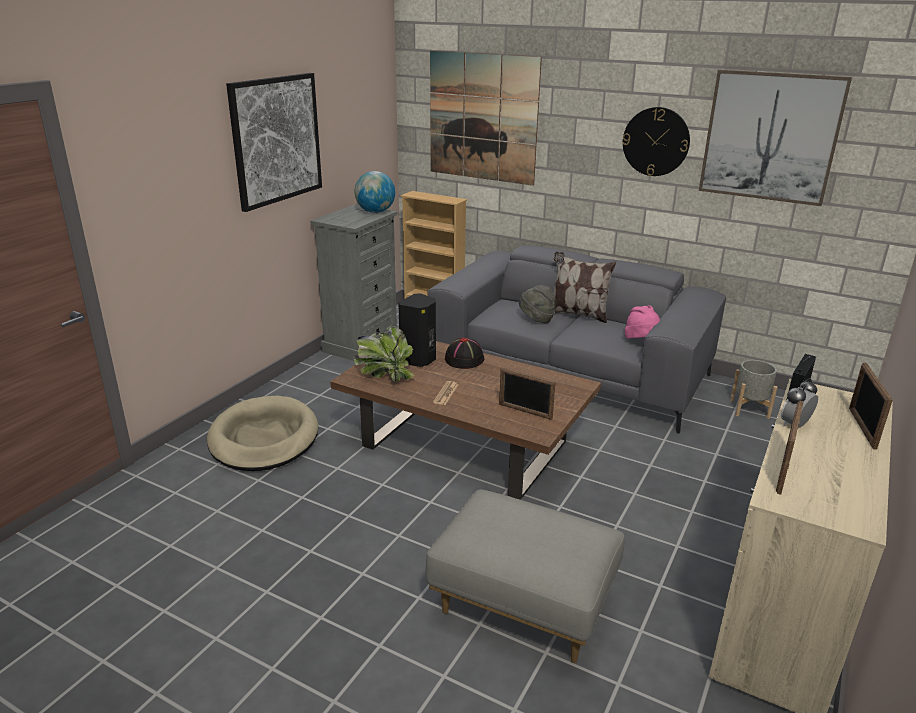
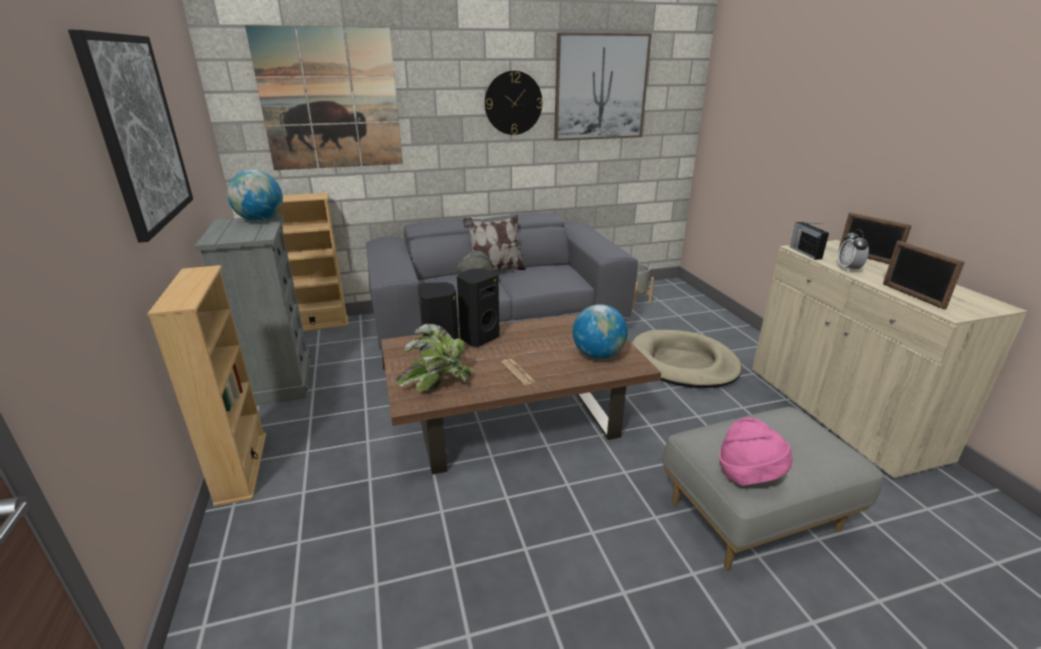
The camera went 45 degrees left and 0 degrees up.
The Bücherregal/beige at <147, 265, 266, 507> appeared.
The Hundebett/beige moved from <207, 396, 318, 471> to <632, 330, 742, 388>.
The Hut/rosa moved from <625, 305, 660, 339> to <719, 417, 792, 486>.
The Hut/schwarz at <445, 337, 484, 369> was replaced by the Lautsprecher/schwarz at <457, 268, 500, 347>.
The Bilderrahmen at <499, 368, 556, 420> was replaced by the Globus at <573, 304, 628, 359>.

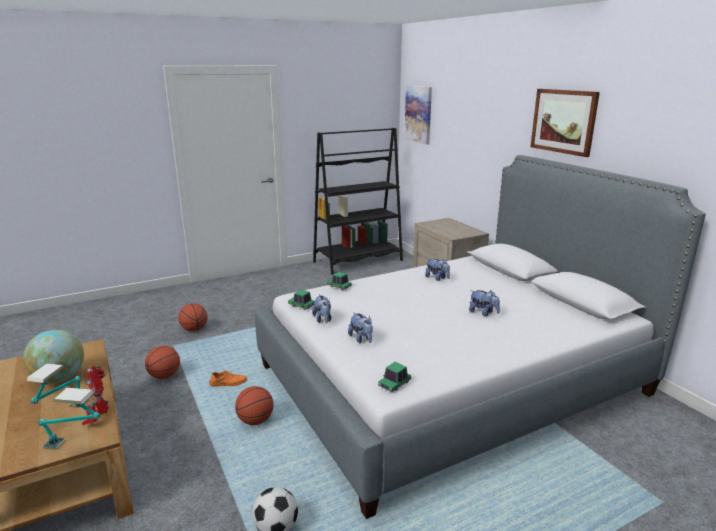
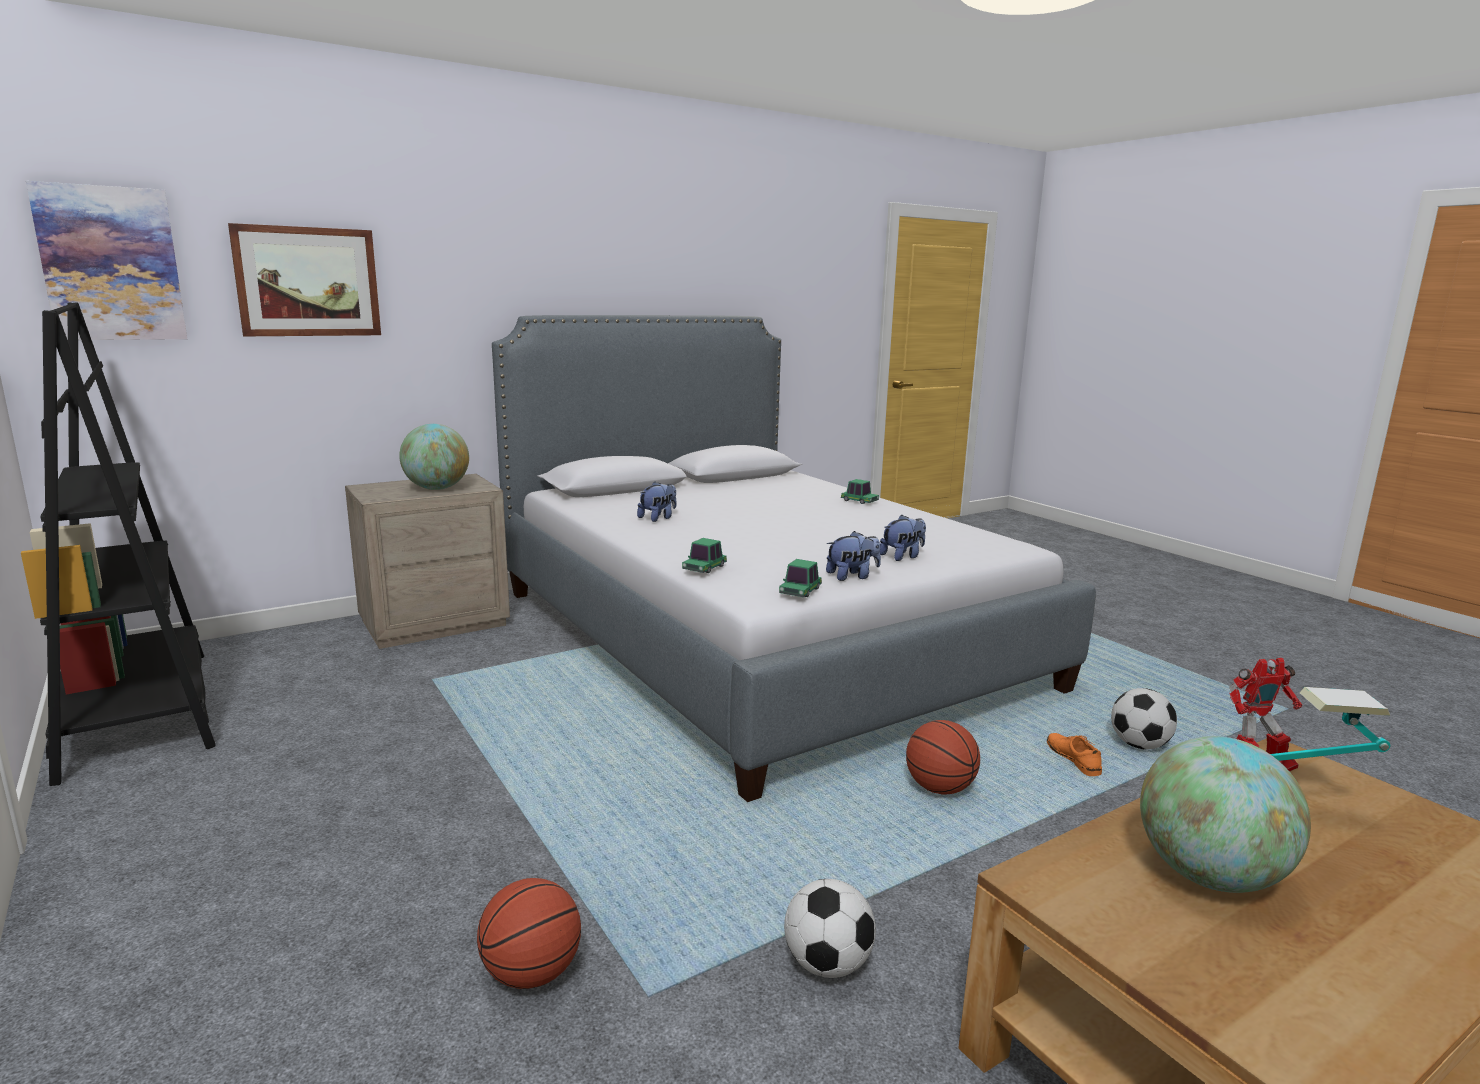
The camera went 95 degrees left and 5 degrees down.
The Tischlampe at <38, 388, 101, 450> disappeared.
The Plüschtier at <469, 290, 500, 316> disappeared.
The Globus at <399, 424, 469, 490> appeared.
The Schuh/orange moved from <209, 370, 247, 387> to <1047, 733, 1102, 776>.
The Spielzeugauto moved from <378, 362, 411, 392> to <841, 479, 879, 504>.
The Bild moved from <530, 89, 600, 157> to <228, 223, 381, 336>.
The Basketball at <145, 346, 180, 379> was replaced by the Fußball at <784, 879, 876, 978>.

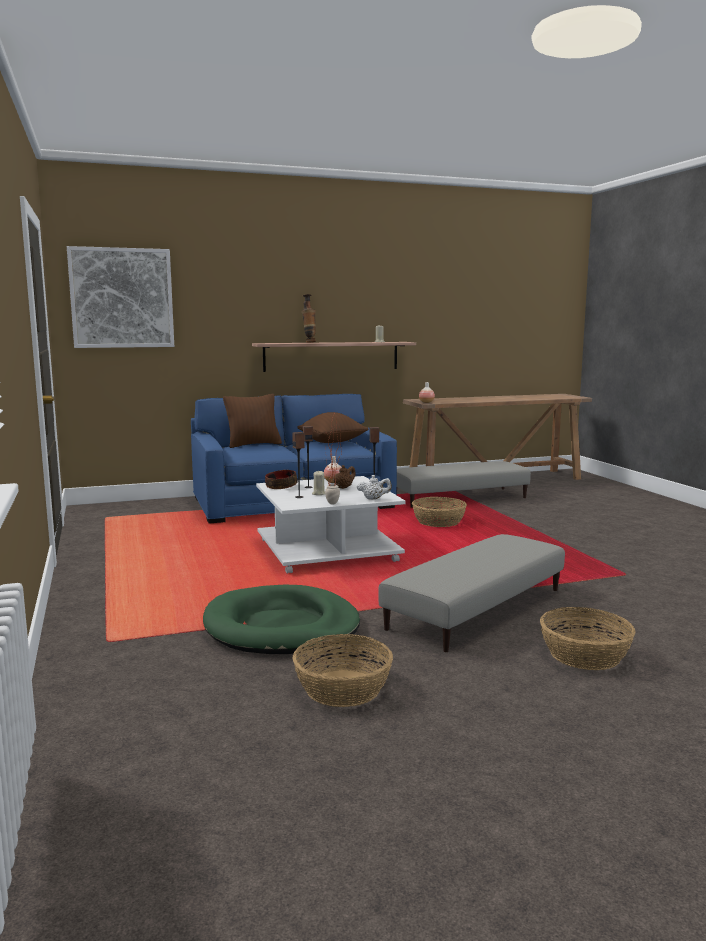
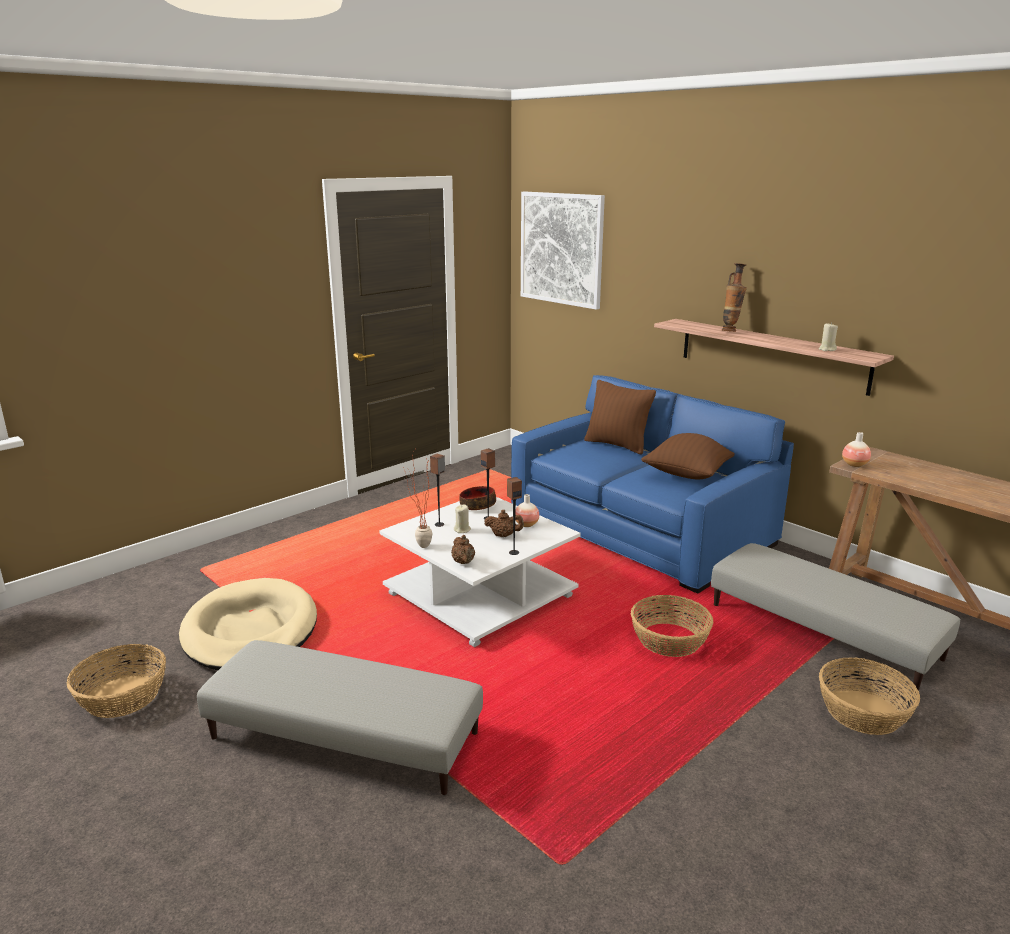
The camera went 65 degrees right and 10 degrees up.
The Korb moved from <540, 607, 635, 670> to <819, 657, 920, 735>.
The Hundebett/grün at <203, 585, 360, 654> became the Hundebett/beige at <179, 578, 317, 670>.
The Teekanne/weiß at <357, 475, 392, 500> became the Teekanne/braun at <451, 535, 475, 564>.

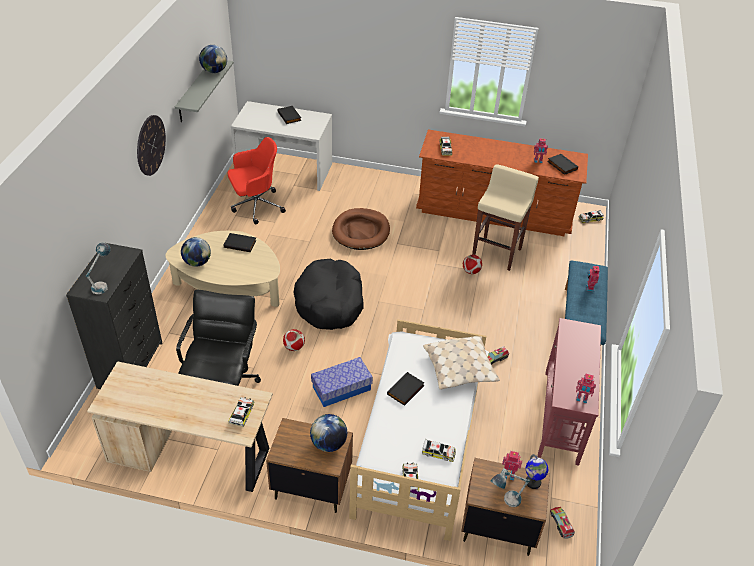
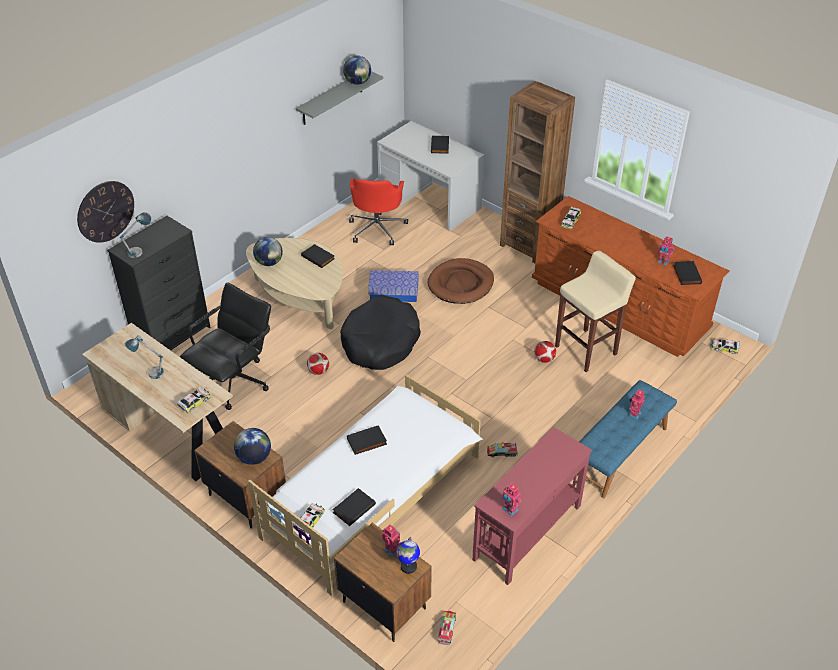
The camera went 30 degrees right and 0 degrees up.
The Kissen/beige at <423, 336, 500, 390> disappeared.
The Bücherregal/braun at <500, 81, 575, 263> appeared.
The Wanduhr moved from <137, 115, 166, 176> to <77, 181, 134, 243>.
The Aufbewahrungsbox moved from <311, 357, 373, 407> to <368, 270, 418, 302>.
The Tischlampe moved from <491, 468, 530, 507> to <125, 335, 164, 379>.
The Spielzeugauto at <422, 439, 456, 462> was replaced by the Buch/schwarz at <332, 488, 376, 526>.
The Bürostuhl/rot at <228, 137, 286, 224> turned 90 degrees clockwise.

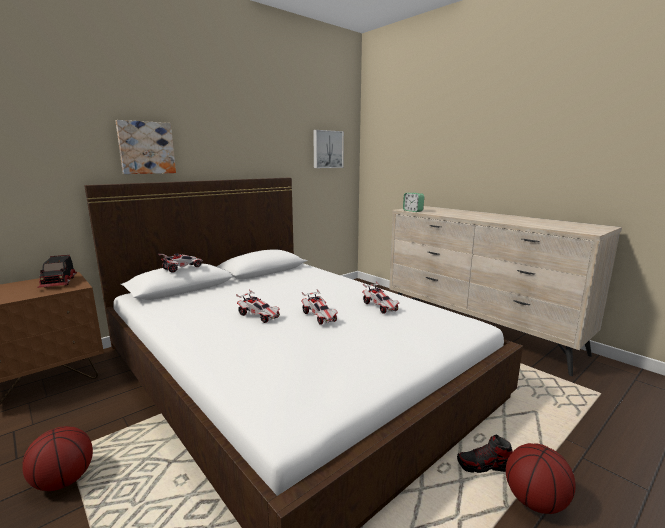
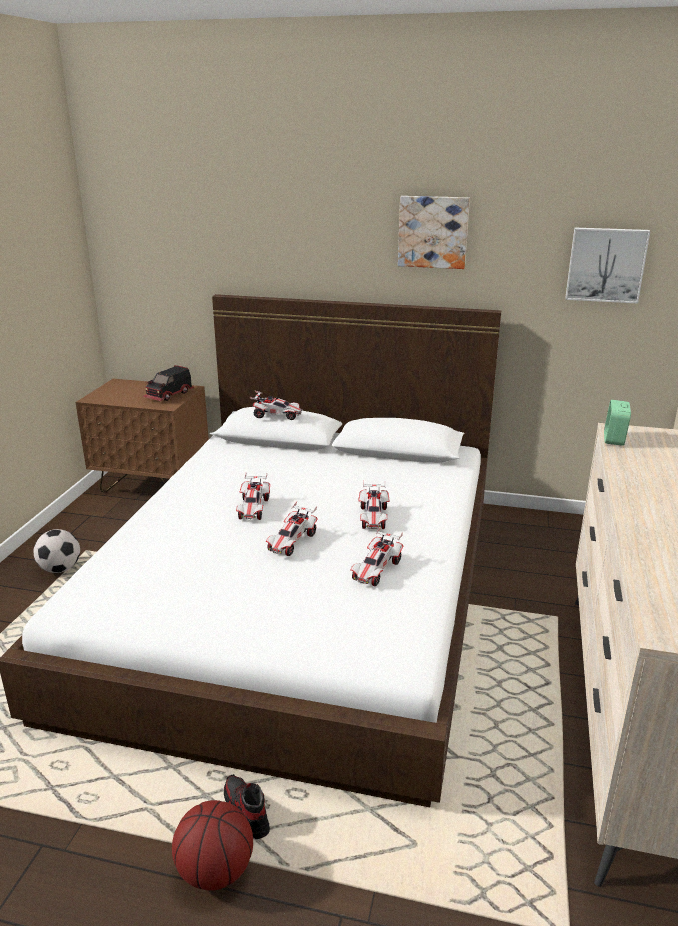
The camera went 55 degrees right and 10 degrees up.
The Spielzeugauto at <358, 480, 390, 529> appeared.
The Bild moved from <115, 120, 176, 174> to <398, 196, 470, 269>.
The Basketball at <22, 426, 93, 491> was replaced by the Fußball at <34, 529, 80, 573>.

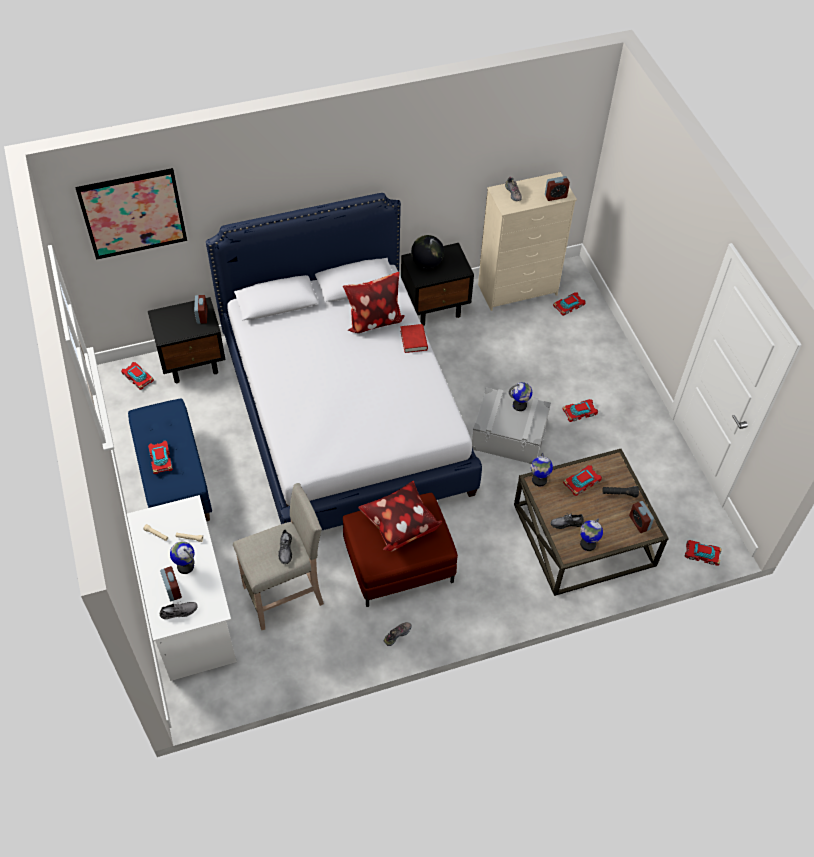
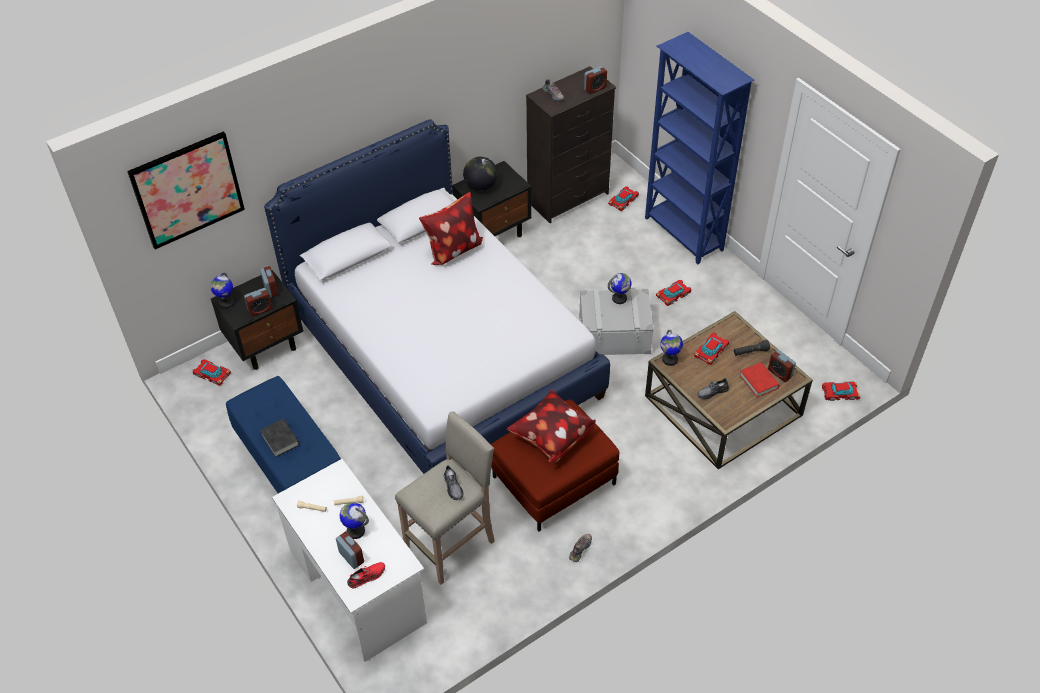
The camera went 15 degrees left and 5 degrees down.
The Wecker at <244, 288, 272, 317> appeared.
The Bücherregal/blau at <645, 32, 754, 265> appeared.
The Buch/rot moved from <400, 324, 428, 353> to <739, 362, 780, 398>.
The Globus moved from <580, 518, 603, 551> to <210, 273, 234, 308>.
The Spielzeugauto at <148, 441, 173, 474> was replaced by the Buch/schwarz at <260, 419, 299, 457>.
The Schuh/grau at <160, 602, 198, 619> became the Schuh/rot at <347, 562, 385, 588>.
The Kommode/beige at <478, 172, 577, 311> became the Kommode/schwarz at <526, 66, 616, 223>.

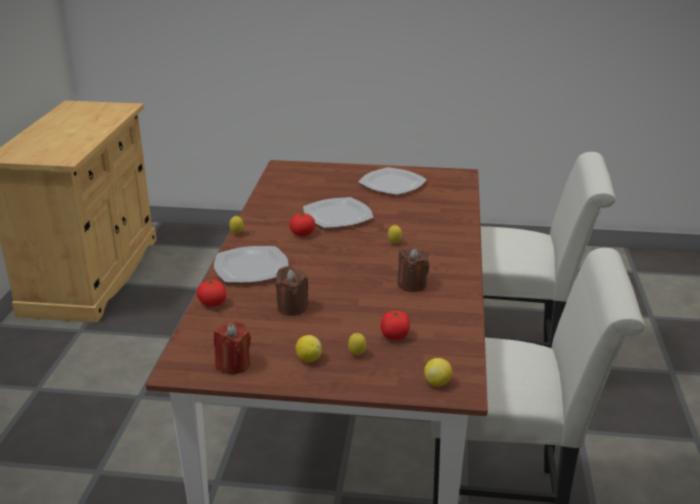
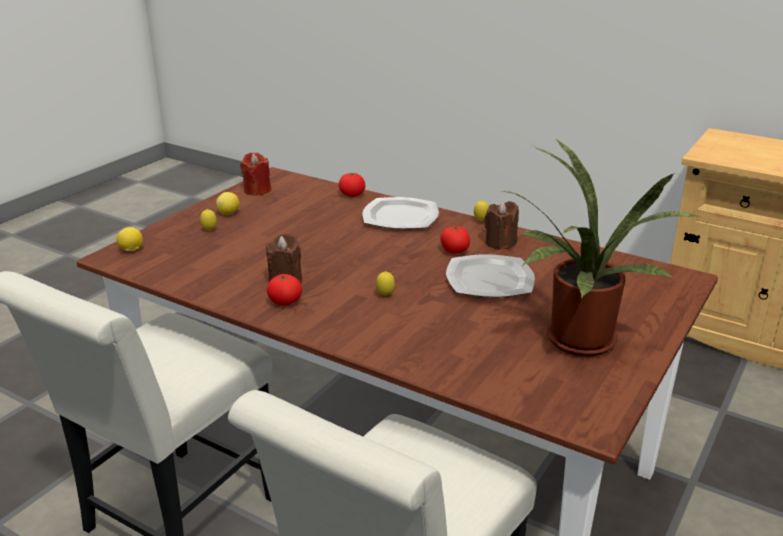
The camera went 115 degrees right and 0 degrees up.
The Kerze/braun moved from <276, 266, 309, 316> to <484, 201, 519, 250>.
The Tomate moved from <381, 310, 410, 340> to <267, 274, 302, 306>.
The Teller at <358, 167, 427, 195> was replaced by the Topfpflanze at <502, 140, 700, 357>.

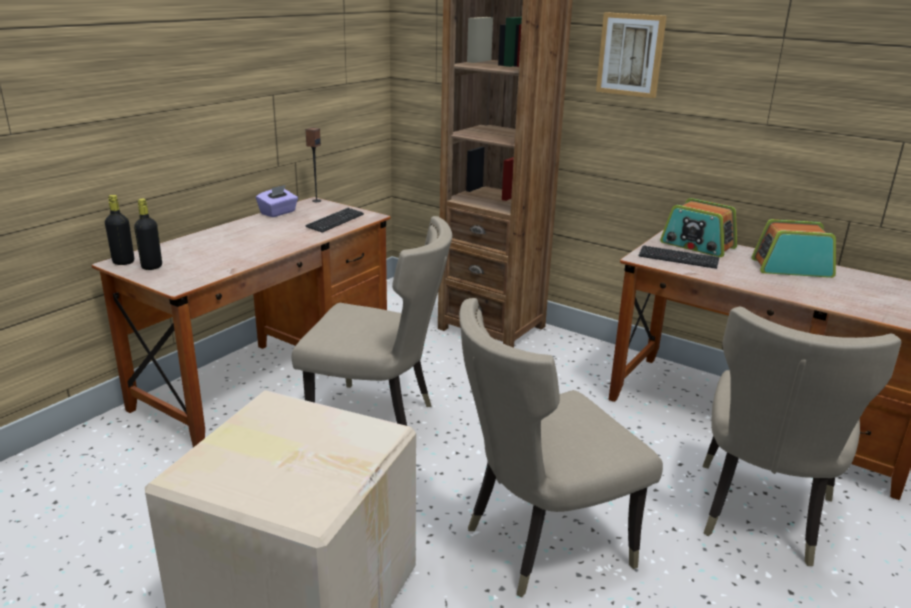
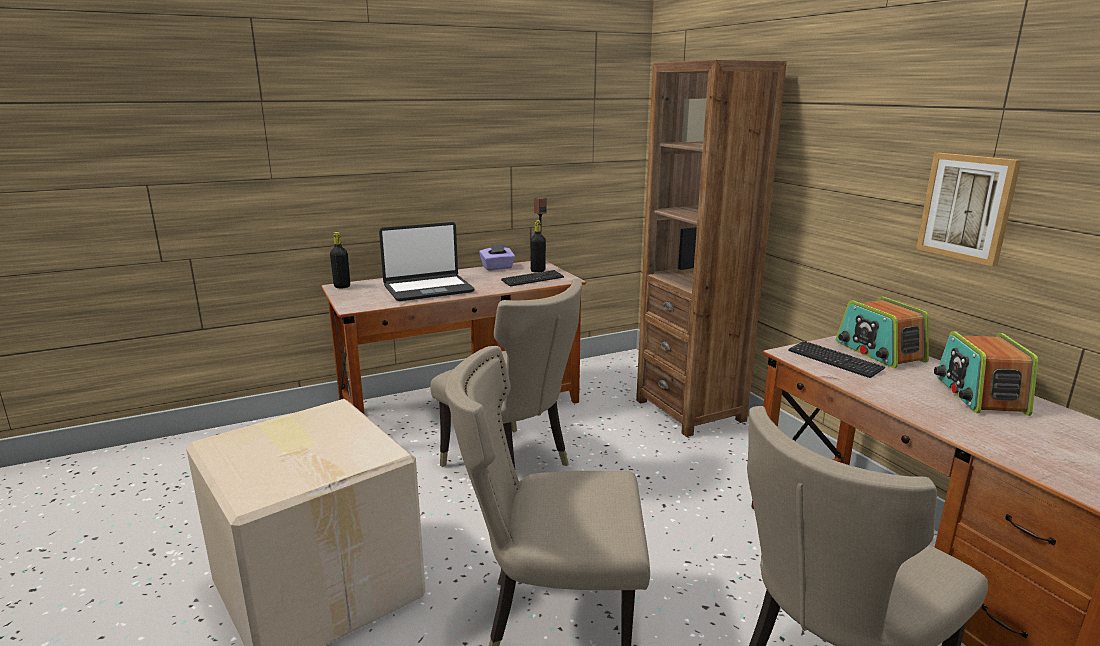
The camera went 30 degrees right and 5 degrees down.
The Laptop at <379, 222, 475, 301> appeared.
The Flasche/schwarz moved from <134, 199, 162, 270> to <530, 220, 546, 273>.
The Bild moved from <596, 12, 667, 98> to <916, 153, 1021, 266>.
The Radio at <751, 219, 836, 278> turned 120 degrees counterclockwise.

